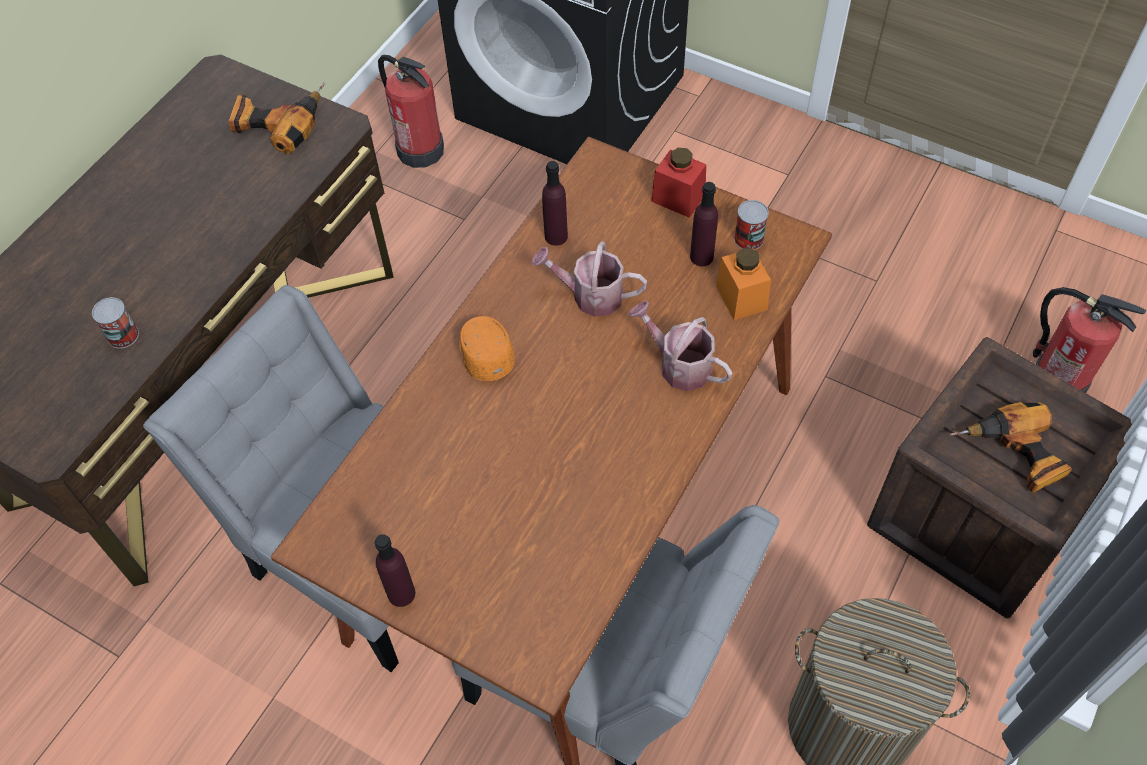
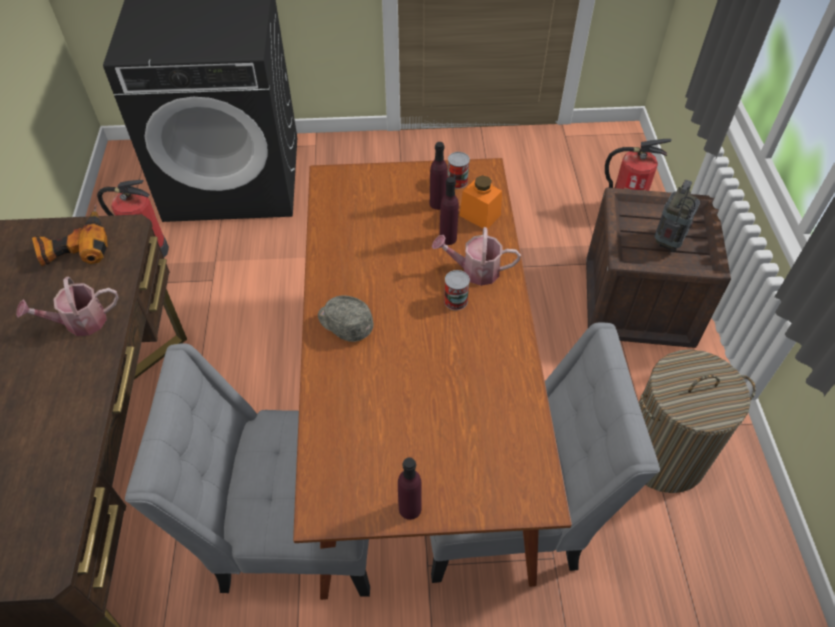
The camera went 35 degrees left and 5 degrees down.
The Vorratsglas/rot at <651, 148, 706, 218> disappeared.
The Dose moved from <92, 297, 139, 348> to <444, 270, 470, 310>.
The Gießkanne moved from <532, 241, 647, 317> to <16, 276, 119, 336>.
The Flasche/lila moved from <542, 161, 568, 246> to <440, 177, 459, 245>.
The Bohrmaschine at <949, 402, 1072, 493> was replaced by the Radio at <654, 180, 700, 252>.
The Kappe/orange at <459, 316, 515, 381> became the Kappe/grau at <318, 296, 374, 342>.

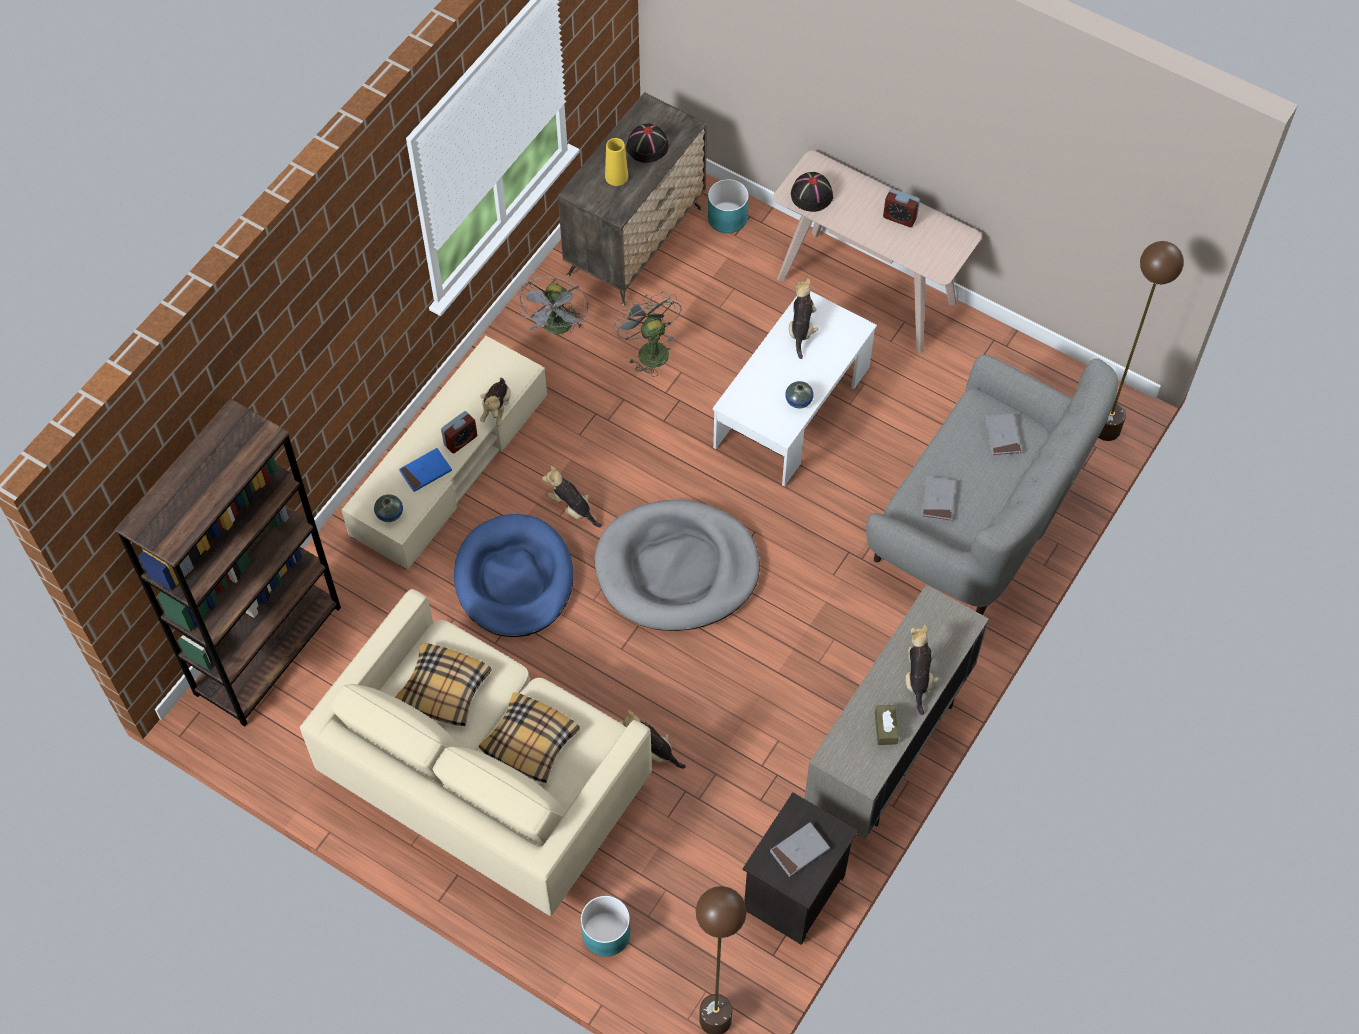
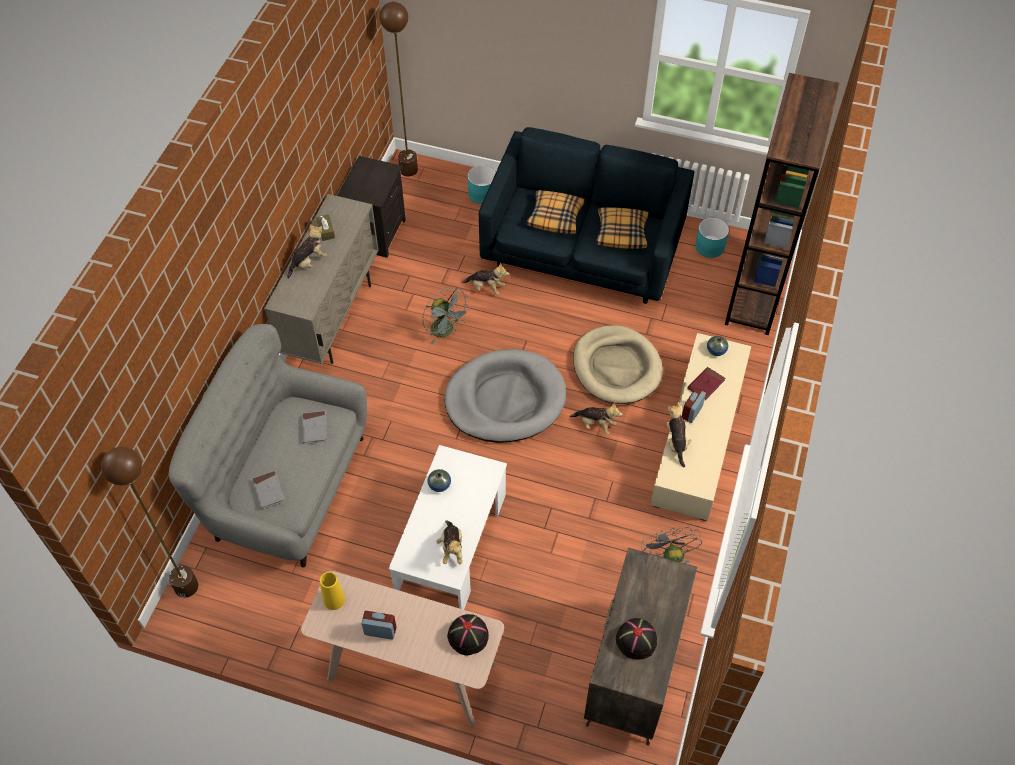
The camera went 165 degrees right and 5 degrees down.
The Buch/grau at <770, 822, 830, 877> disappeared.
The Vase/gelb moved from <605, 138, 628, 186> to <320, 572, 345, 610>.
The Ventilator/grau moved from <614, 291, 682, 377> to <423, 287, 471, 344>.
The Pflanzkübel/türkis moved from <708, 179, 749, 233> to <695, 218, 729, 258>.
The Sofa/beige at <300, 589, 652, 916> became the Sofa/blau at <479, 127, 695, 304>.
The Buch/blau at <399, 448, 452, 492> became the Buch/rot at <688, 367, 725, 400>.
The Hundebett/blau at <454, 514, 573, 637> became the Hundebett/beige at <573, 325, 663, 404>.
The Plüschtier at <905, 625, 939, 715> turned 120 degrees counterclockwise.

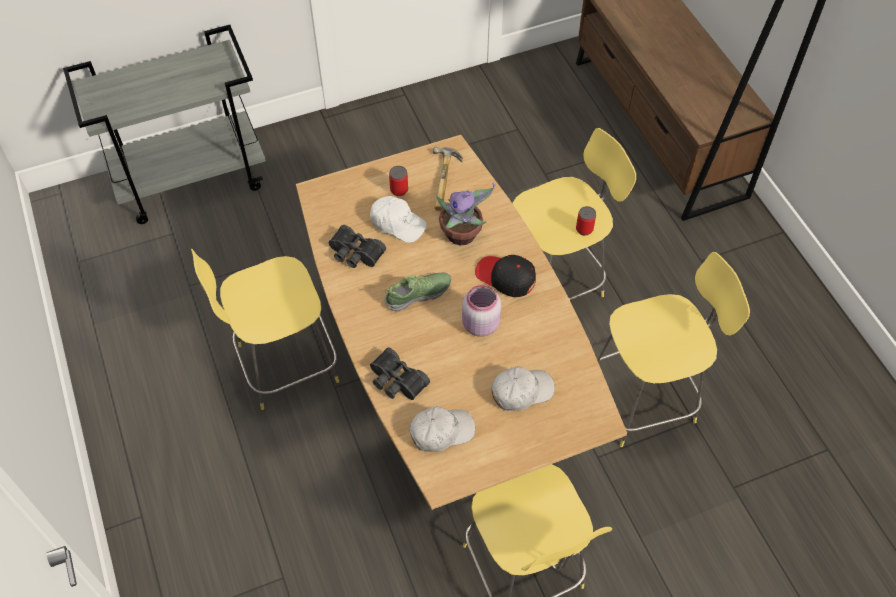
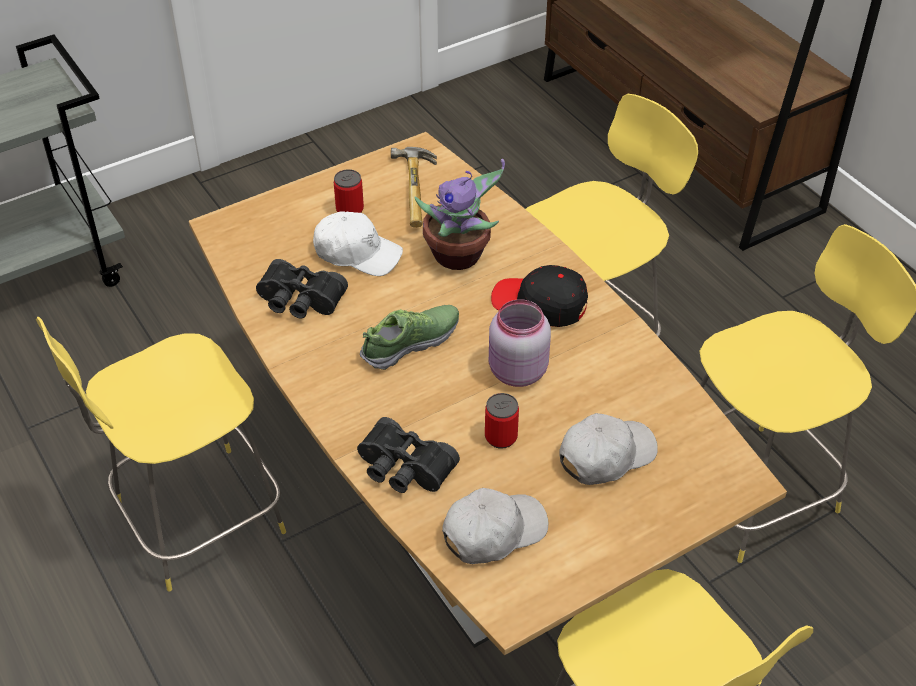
The camera went 10 degrees left and 10 degrees down.
The Dose moved from <576, 206, 596, 236> to <485, 393, 519, 449>.

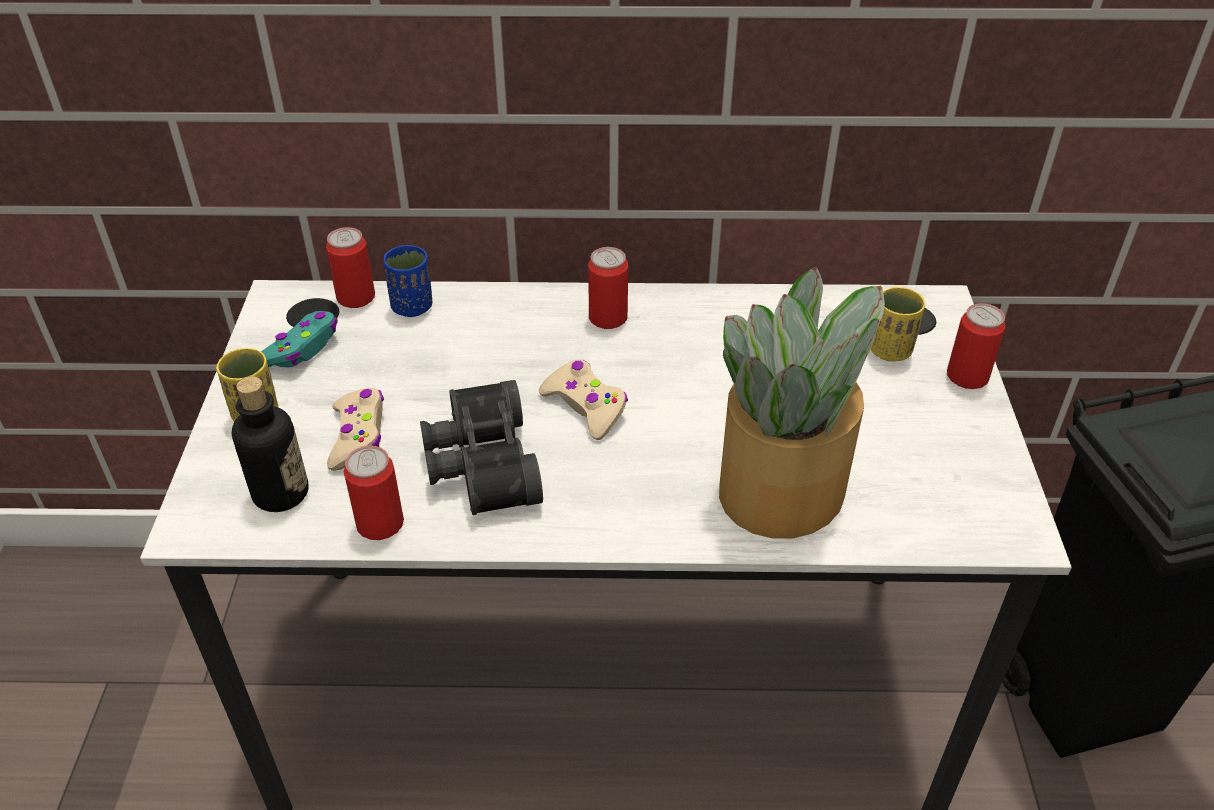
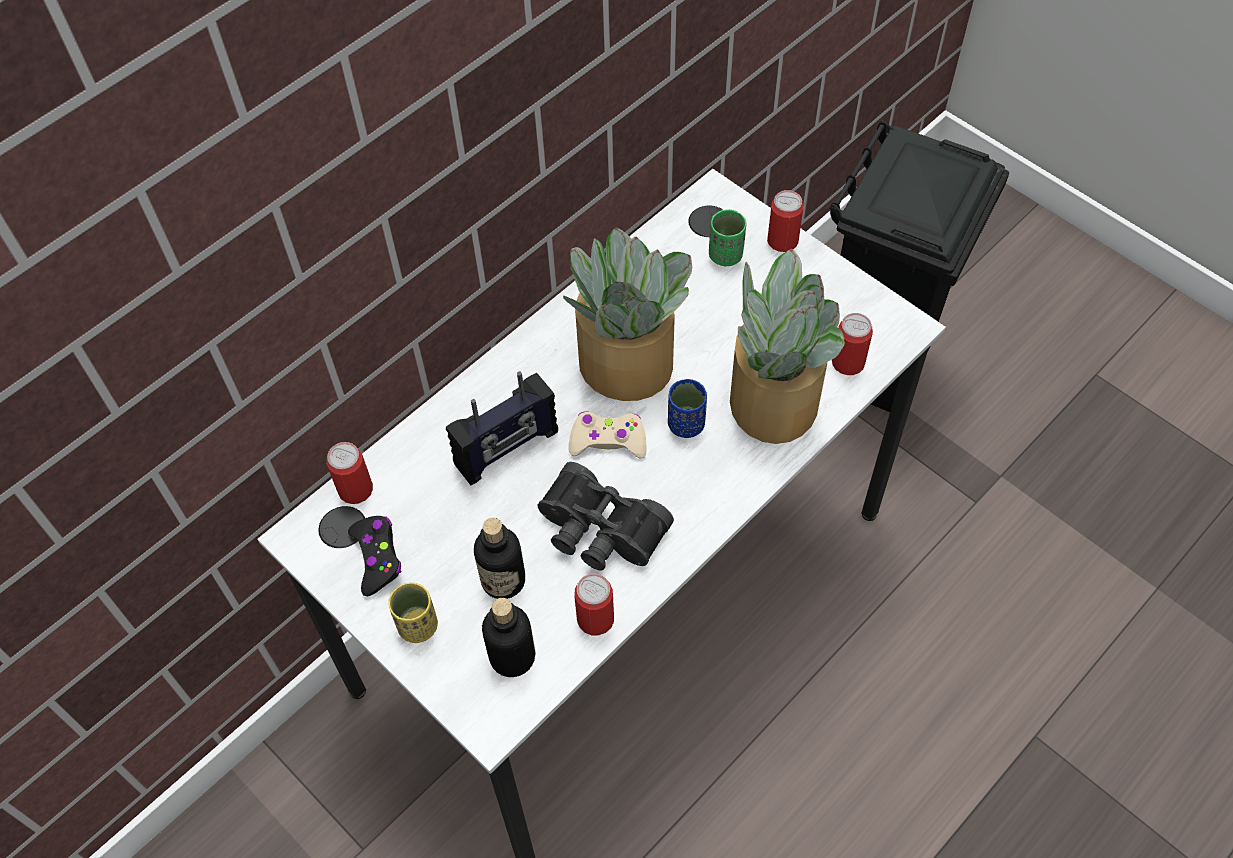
The camera went 45 degrees left and 15 degrees up.
The Radio at <446, 371, 558, 485> appeared.
The Topfpflanze at <563, 227, 692, 401> appeared.
The Tasse/blau moved from <384, 245, 432, 317> to <668, 379, 707, 438>.
The Dose moved from <588, 247, 628, 329> to <832, 313, 873, 375>.
The Gamepad/beige at <327, 388, 384, 471> was replaced by the Flasche at <474, 518, 525, 599>.
The Gamepad/türkis at <261, 311, 338, 367> became the Gamepad/schwarz at <348, 516, 401, 596>.
The Tasse/gelb at <871, 287, 925, 362> became the Tasse/grün at <709, 209, 746, 266>.

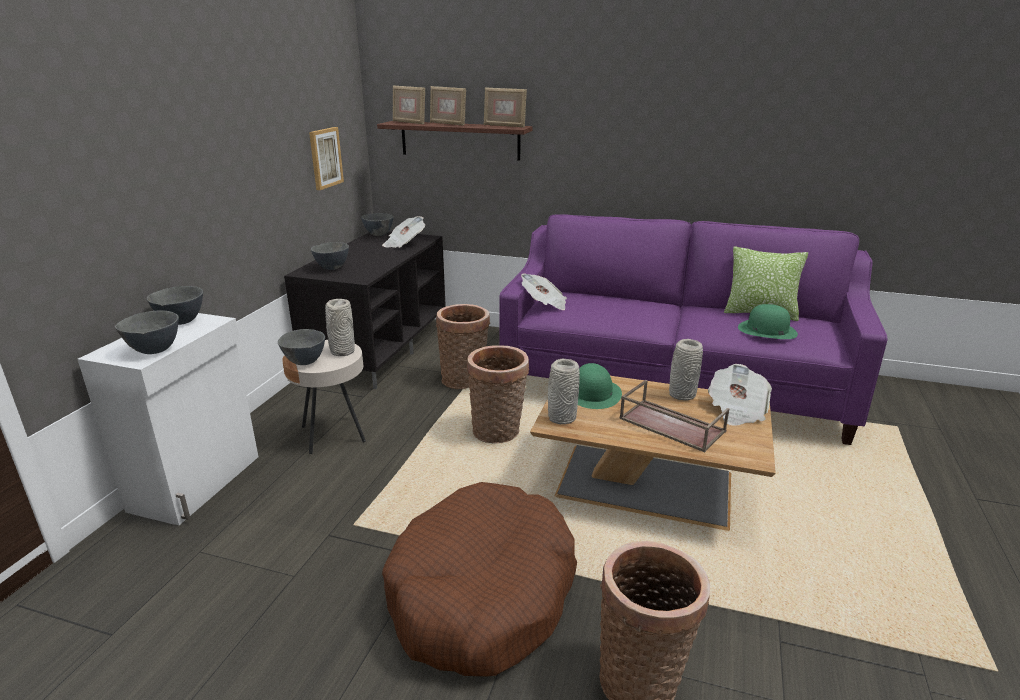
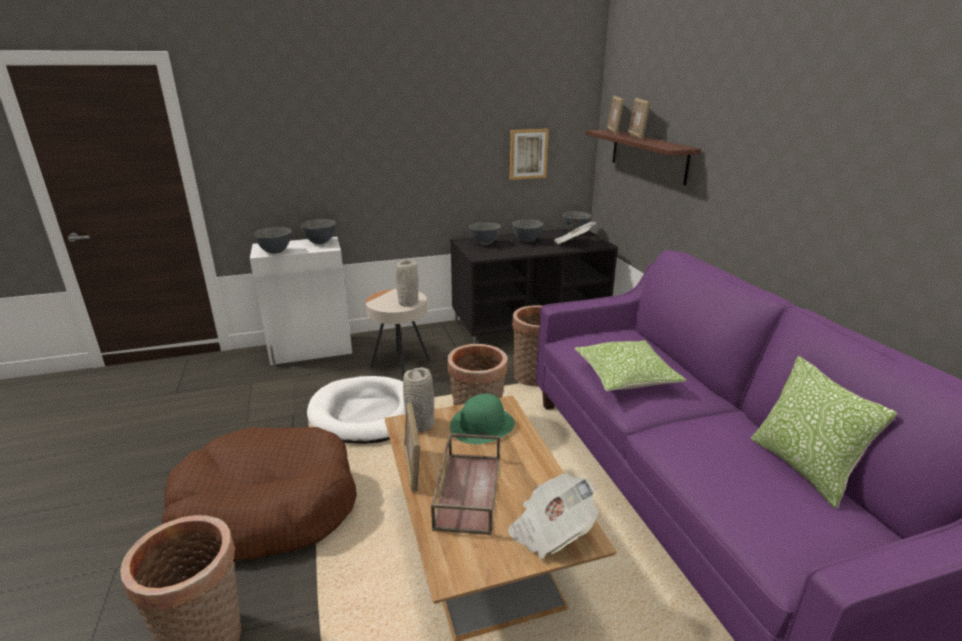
The camera went 55 degrees right and 0 degrees up.
The Zeitung at <521, 273, 567, 310> disappeared.
The Vase/grau at <669, 339, 703, 400> disappeared.
The Hut/grün at <738, 304, 798, 339> disappeared.
The Hundebett/weiß at <307, 376, 405, 444> appeared.
The Kissen at <575, 340, 686, 391> appeared.
The Schüssel/grau moved from <278, 329, 325, 365> to <512, 219, 543, 243>.
The Bilderrahmen moved from <484, 87, 527, 127> to <404, 402, 420, 493>.

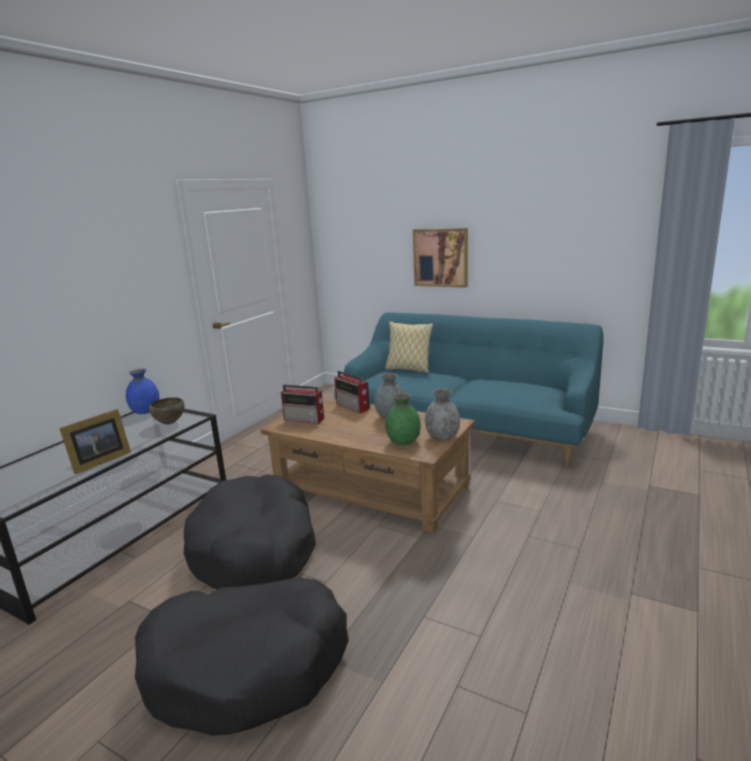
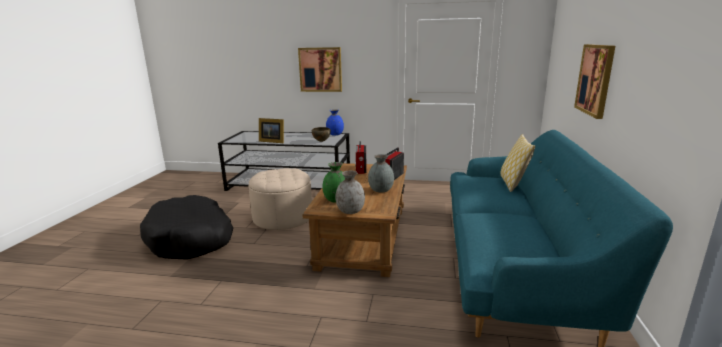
The camera went 70 degrees right and 0 degrees up.
The Bild at <298, 47, 342, 92> appeared.
The Hundebett/schwarz at <183, 474, 316, 589> was replaced by the Polsterhocker/beige at <248, 168, 312, 230>.

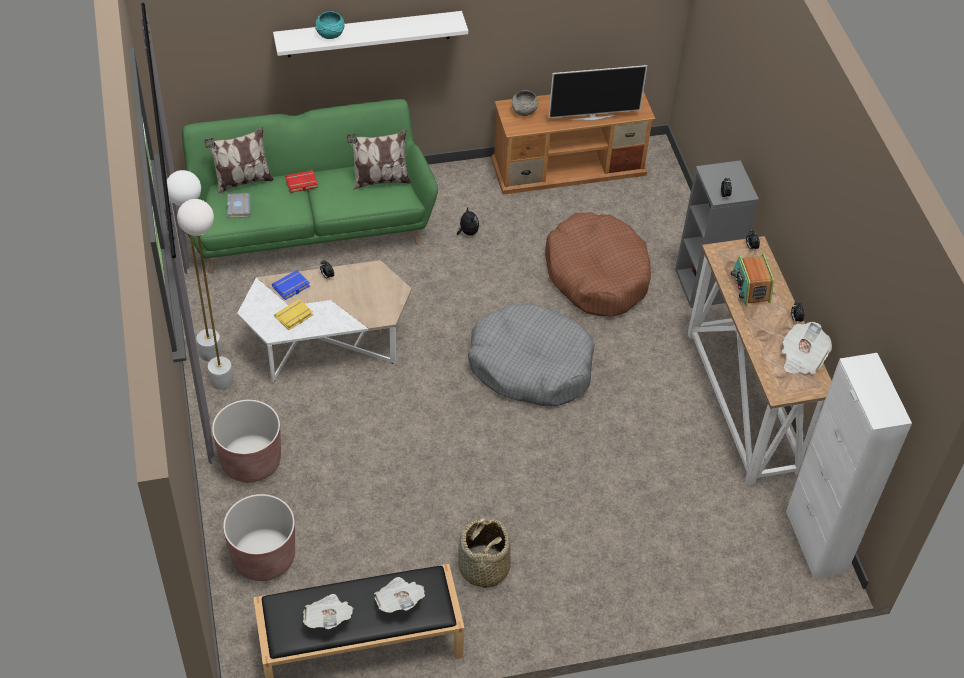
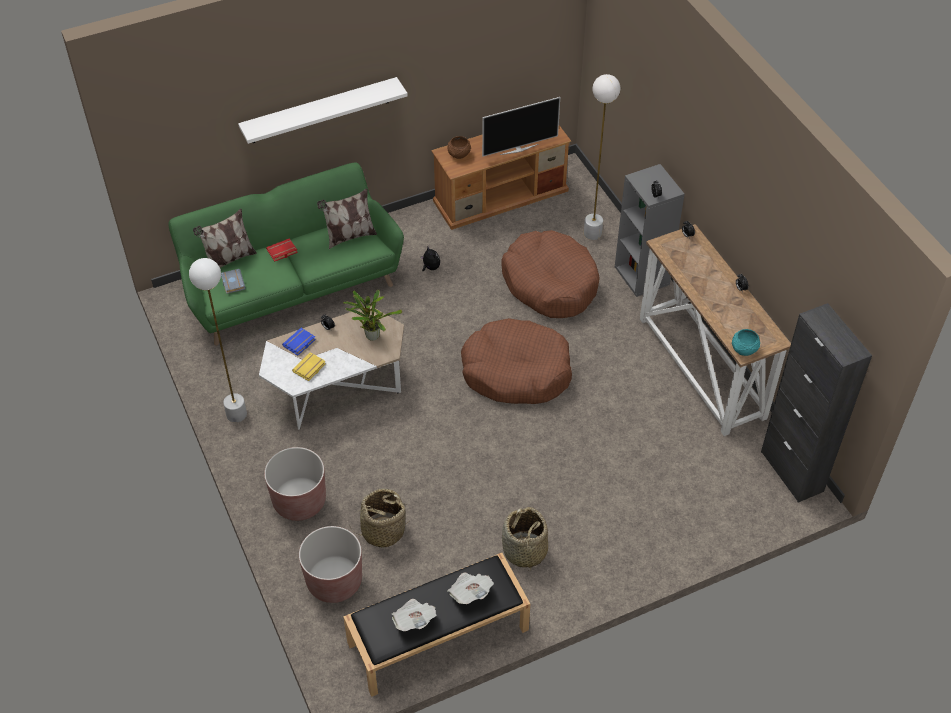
The camera went 10 degrees left and 0 degrees up.
The Radio at <731, 254, 774, 306> disappeared.
The Zeitung at <782, 322, 832, 375> disappeared.
The Topfpflanze at <343, 290, 402, 341> appeared.
The Korb at <349, 488, 411, 548> appeared.
The Stehlampe/weiß moved from <177, 199, 234, 390> to <584, 74, 620, 240>.
The Schüssel/türkis moved from <315, 11, 344, 39> to <732, 329, 760, 356>.
The Hundebett/grau at <468, 304, 595, 406> became the Hundebett/braun at <461, 318, 572, 404>.
The Schüssel/grau at <512, 90, 539, 116> became the Schüssel/braun at <447, 136, 471, 159>.
The Schrank/weiß at <786, 353, 912, 579> became the Schrank/schwarz at <761, 303, 872, 503>.

